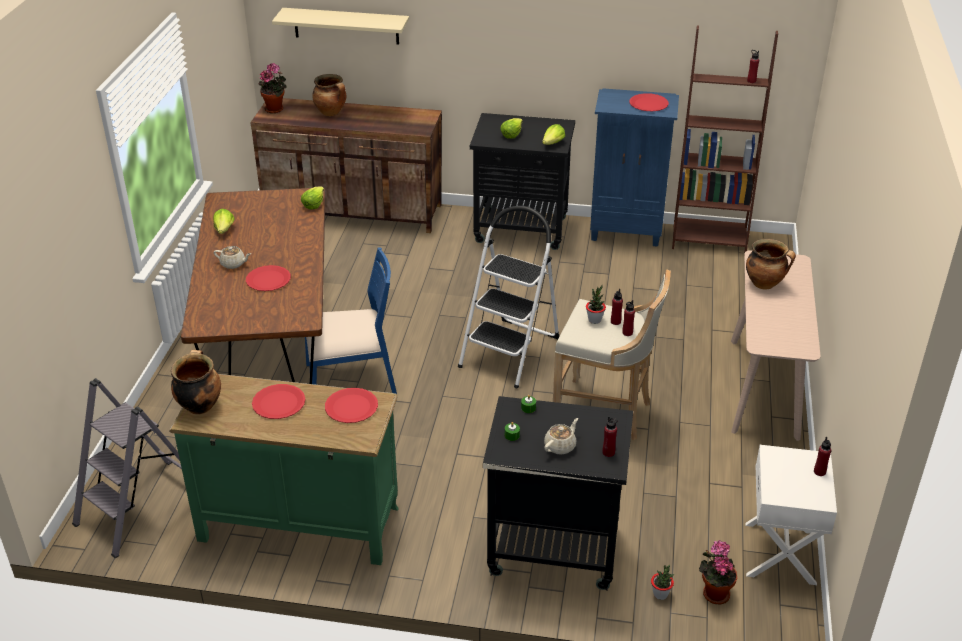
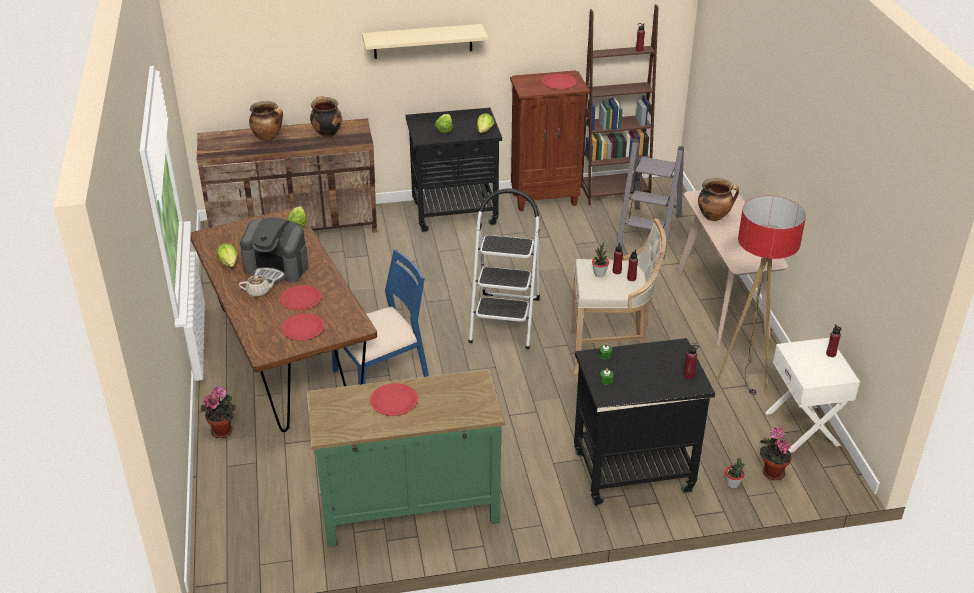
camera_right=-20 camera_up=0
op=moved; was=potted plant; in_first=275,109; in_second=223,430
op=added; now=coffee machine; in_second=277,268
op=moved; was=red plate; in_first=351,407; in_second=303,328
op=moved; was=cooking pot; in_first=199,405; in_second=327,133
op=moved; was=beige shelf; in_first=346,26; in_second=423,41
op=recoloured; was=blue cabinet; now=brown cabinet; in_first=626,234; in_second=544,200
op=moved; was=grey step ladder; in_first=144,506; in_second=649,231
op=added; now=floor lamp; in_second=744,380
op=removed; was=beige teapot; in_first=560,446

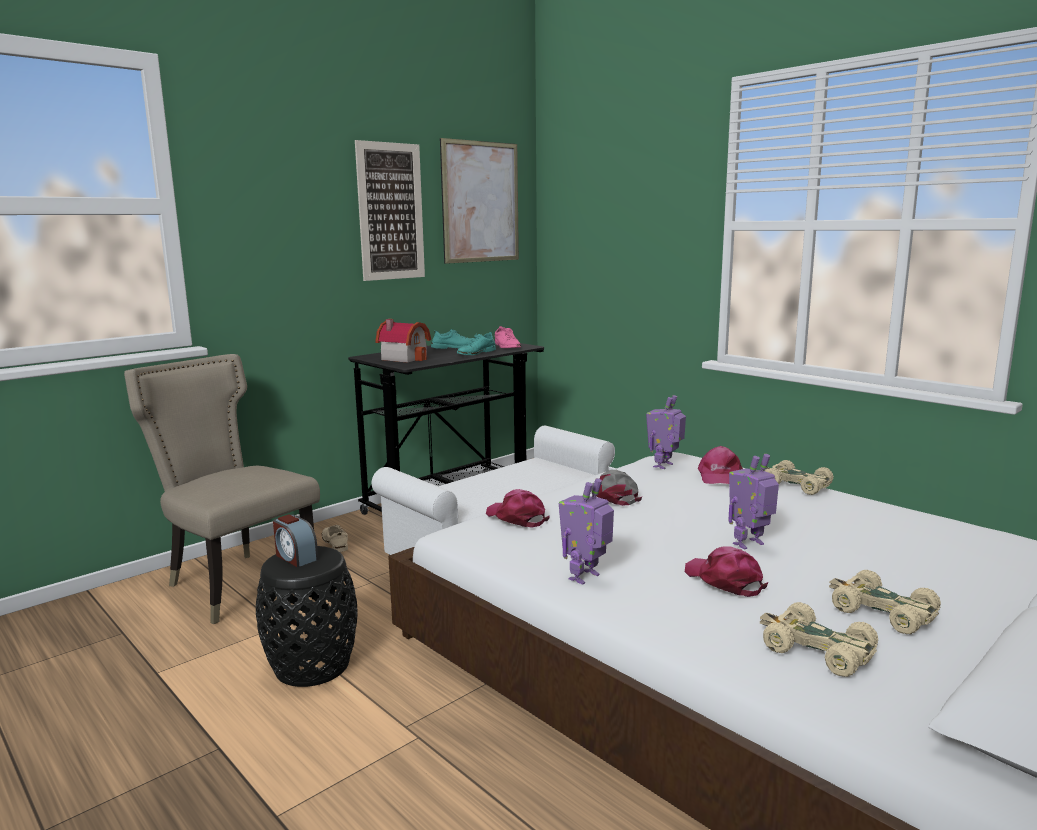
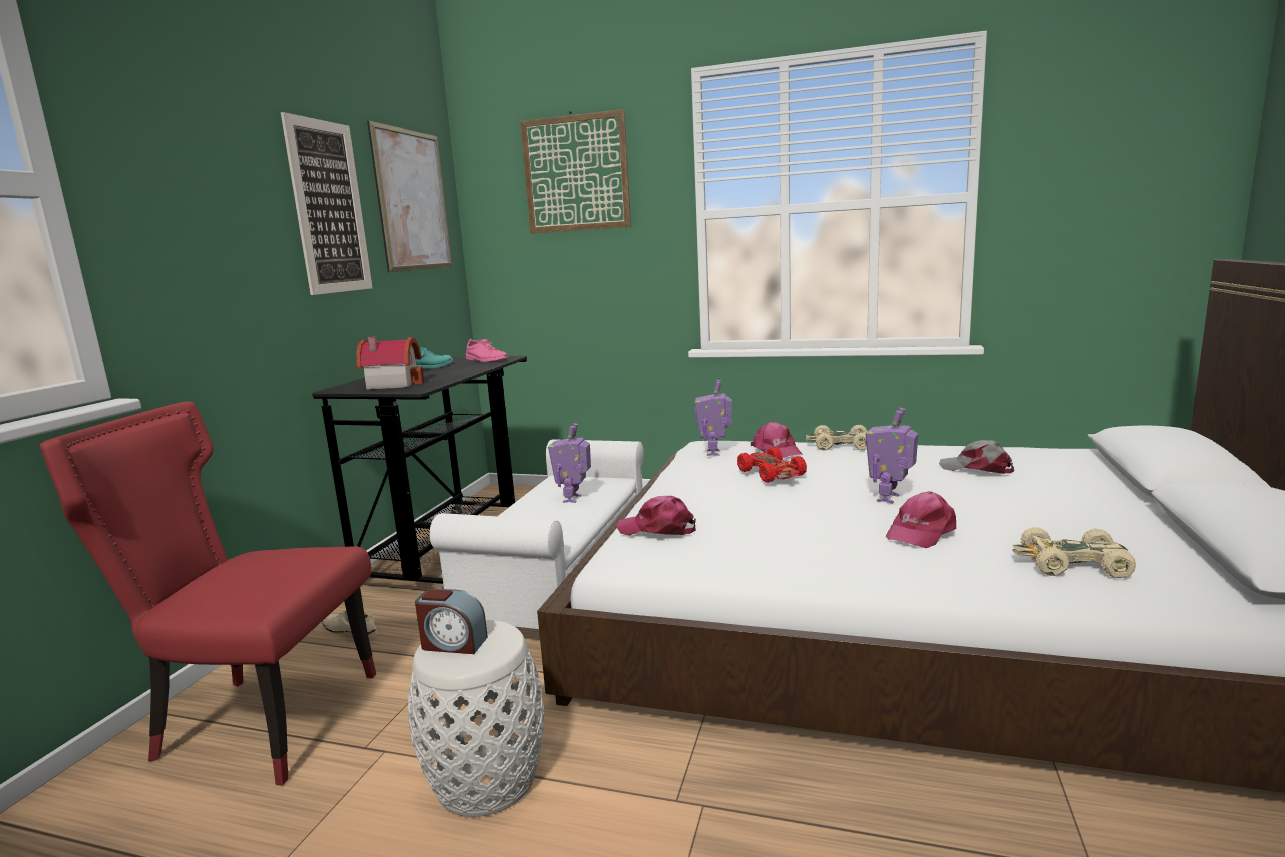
camera_right=-30 camera_up=0
op=recoloured; was=beige chair; now=red chair; in_first=237,582; in_second=259,720
op=recoloured; was=black stool; now=white stool; in_first=312,666; in_second=487,781
op=added; now=picture; in_second=576,171
op=moved; was=toy robot; in_first=585,577; in_second=573,499
op=added; now=red toy car; in_second=772,473
op=turned; was=pink cap; in_first=724,580; in_second=920,532; clockwise=-75
op=moved; was=grey cap; in_first=612,496; in_second=977,468
op=removed; was=turquoise shoe; in_first=476,353
op=removed; was=beige toy car; in_first=881,612

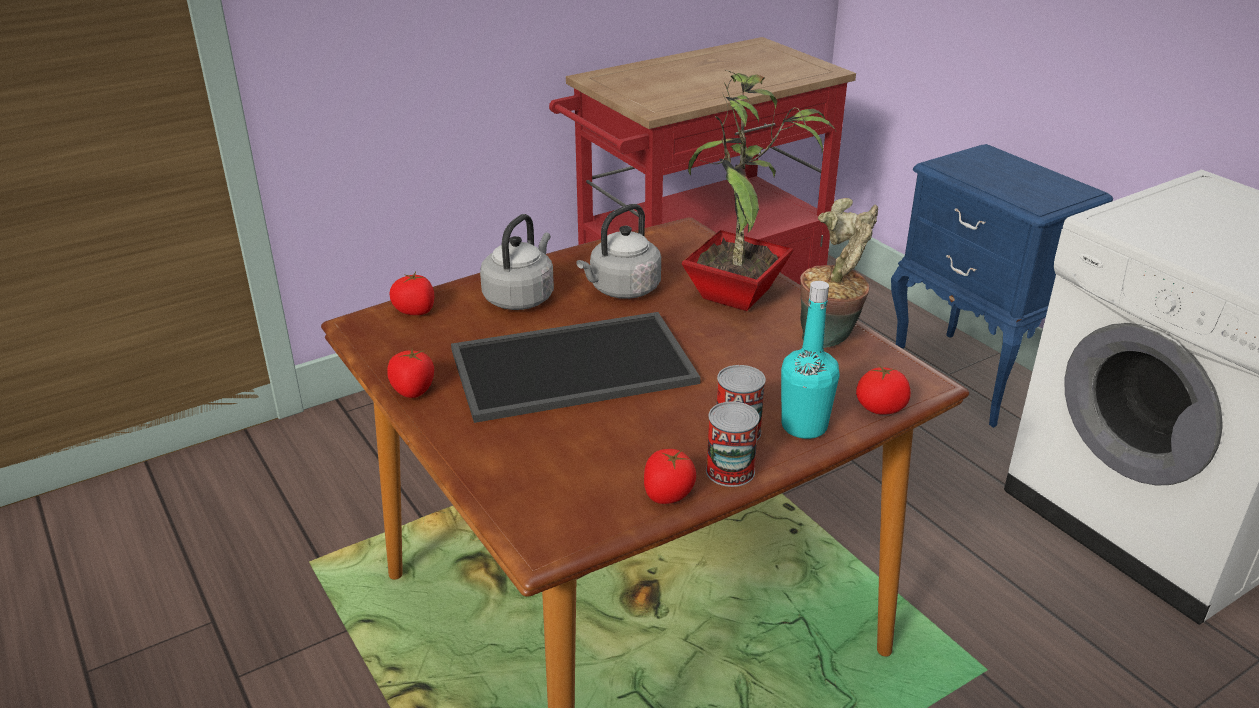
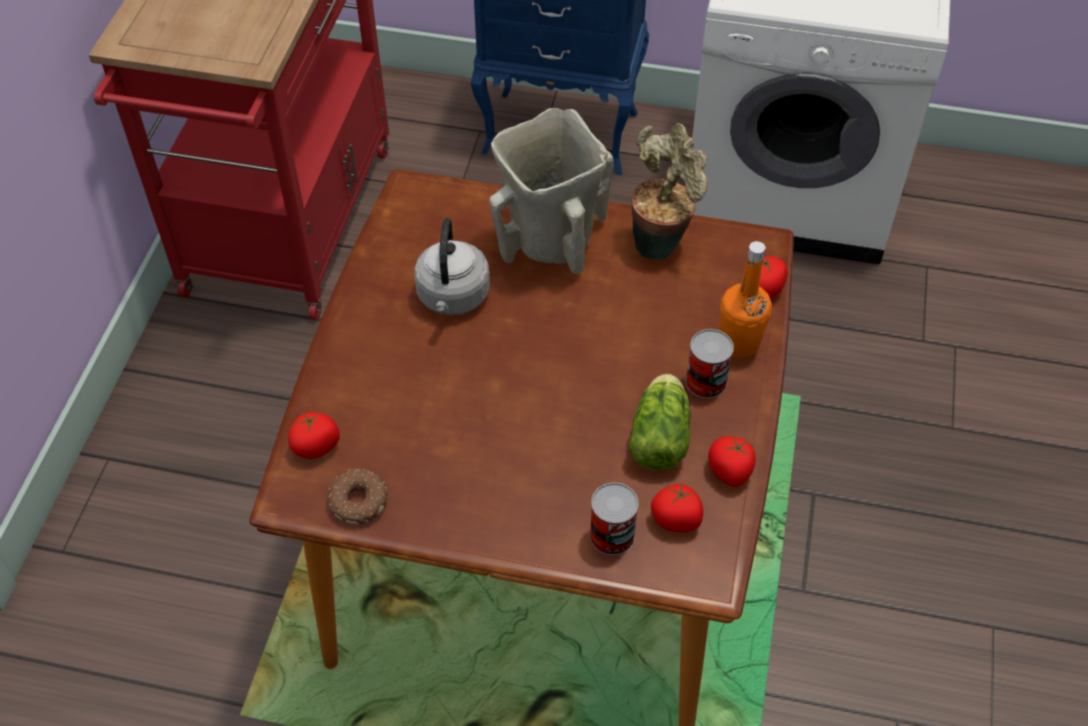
camera_right=-45 camera_up=20
op=added; now=donut; in_second=357,501
op=replaced; was=potted plant; now=beige vase; in_first=740,297; in_second=549,242
op=moved; was=can; in_first=730,471; in_second=612,535
op=added; now=lettuce; in_second=660,434
op=moved; was=tomato; in_first=413,390; in_second=677,519
op=recoloured; was=turquoise bottle; now=orange bottle; in_first=804,426; in_second=739,343
op=removed; was=tray; in_first=571,369
op=removed; was=grey kettle; in_first=521,297

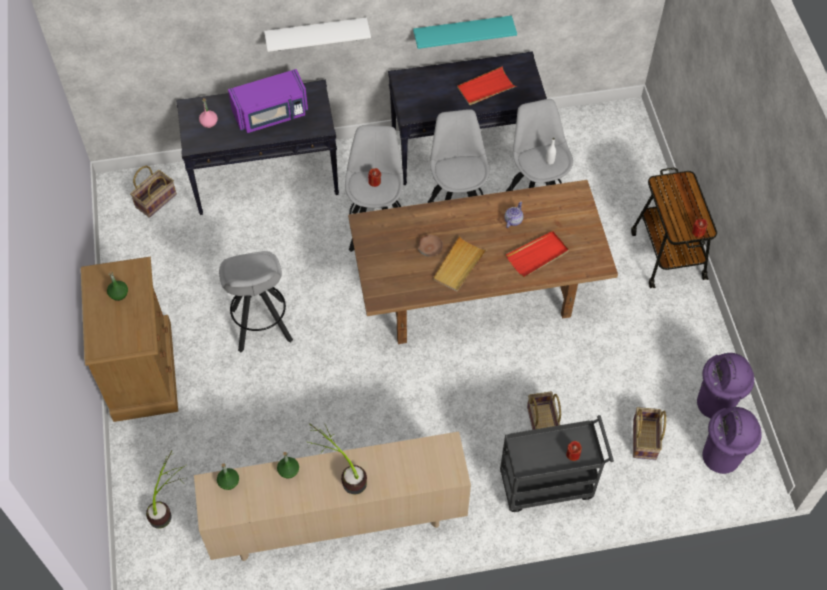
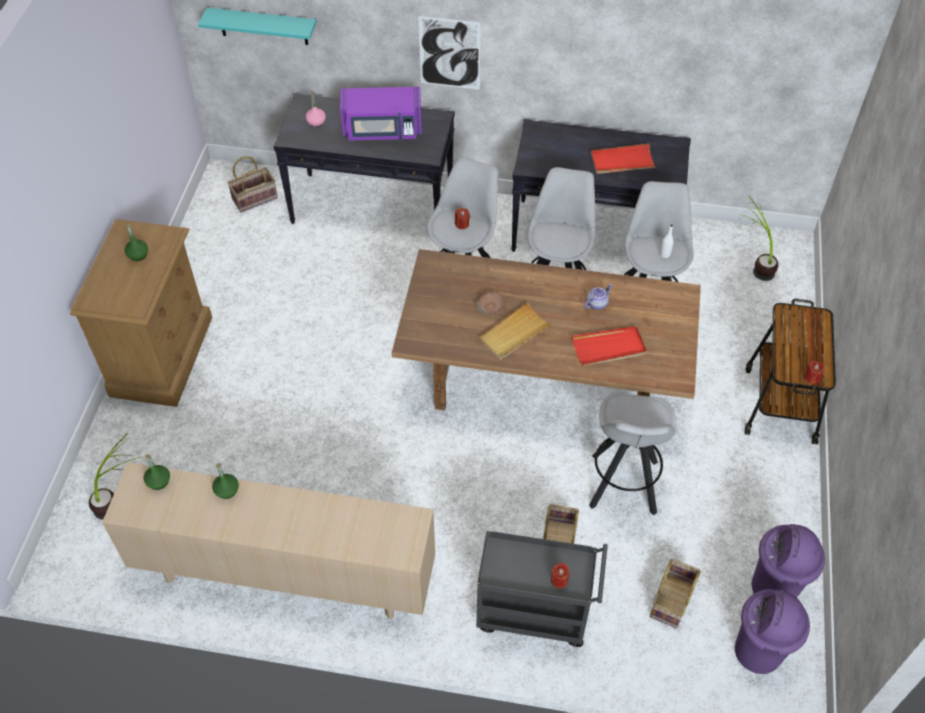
camera_right=20 camera_up=-5
op=moved; was=turquoise shelf; in_first=462,32; in_second=263,26
op=replaced; was=white shelf; now=picture; in_first=316,34; in_second=449,53
op=moved; was=grey stool; in_first=261,327; in_second=623,486
op=moved; was=potted plant; in_first=342,475; in_second=754,264

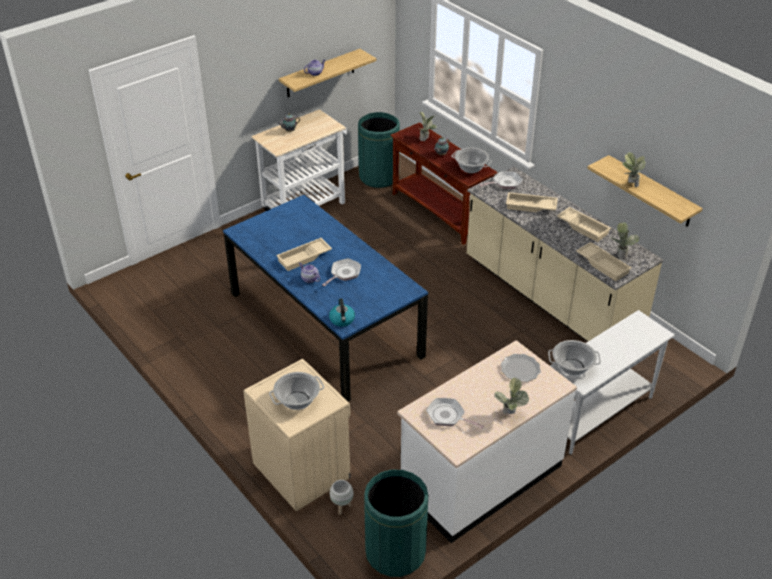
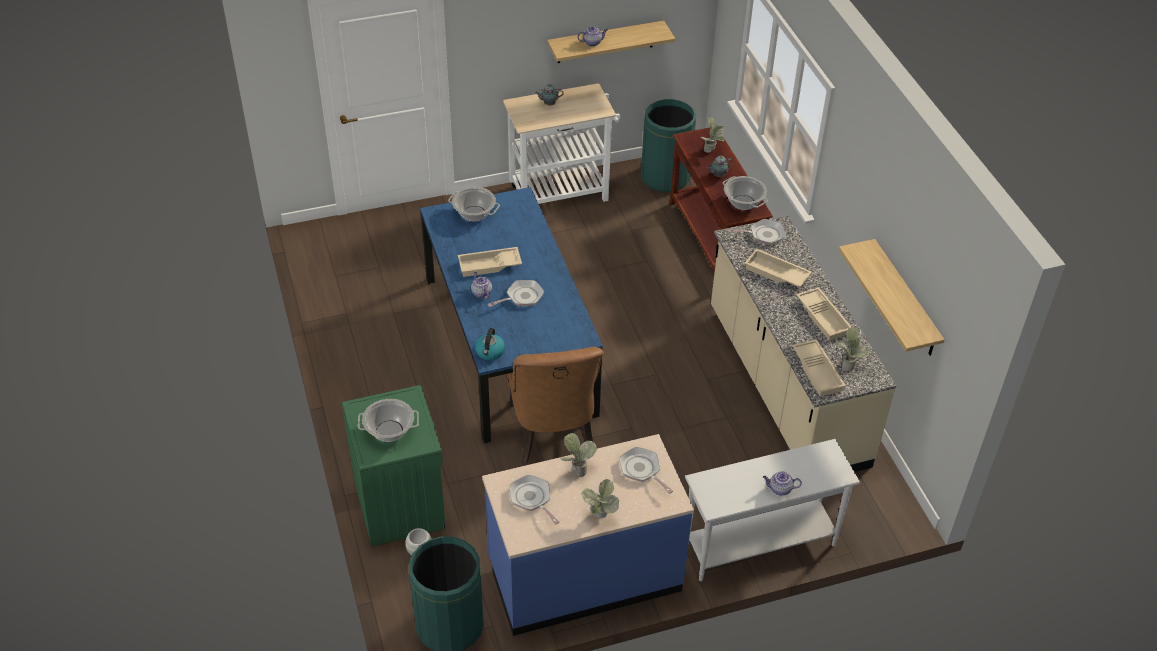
camera_right=20 camera_up=5
op=recoloured; was=beige washing machine; now=green washing machine; in_first=303,469; in_second=401,503
op=moved; was=cooking pot; in_first=572,367; in_second=474,214
op=recoloured; was=white counter; now=blue counter; in_first=480,478; in_second=584,575
op=added; now=brown chair; in_second=553,430
op=moved; was=potted plant; in_first=630,183; in_second=576,469
op=replaced; was=plate; now=frying pan; in_first=520,369; in_second=642,470
op=added; now=teapot; in_second=779,489

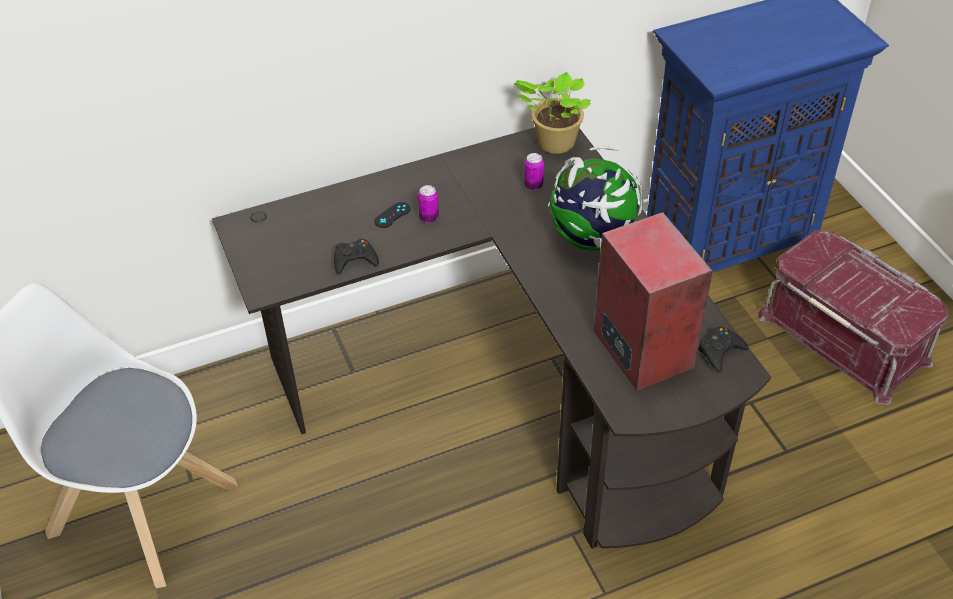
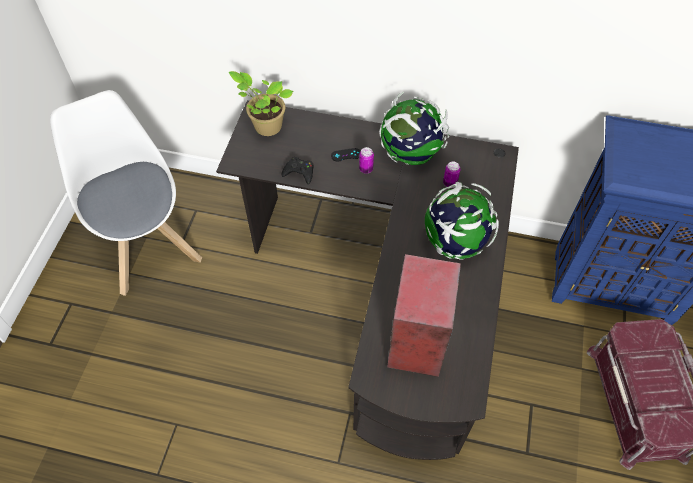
camera_right=35 camera_up=10
op=moved; was=potted plant; in_first=553,143; in_second=266,126
op=added; now=globe; in_second=410,154
op=removed; was=black game controller; in_first=720,351

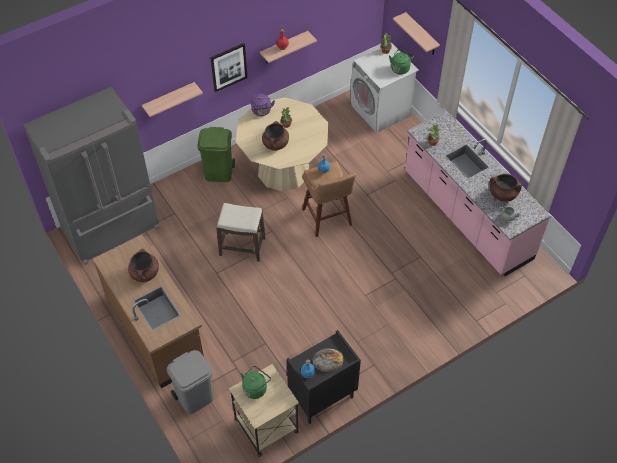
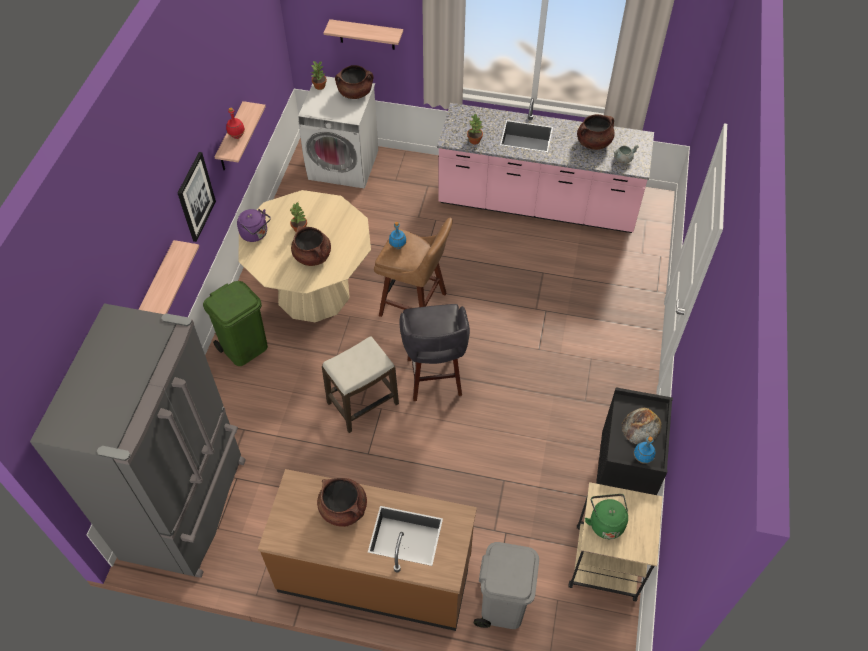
camera_right=-45 camera_up=0
op=replaced; was=green kettle; now=brown cooking pot; in_first=400,68; in_second=355,93
op=added; now=grey stool; in_second=434,380

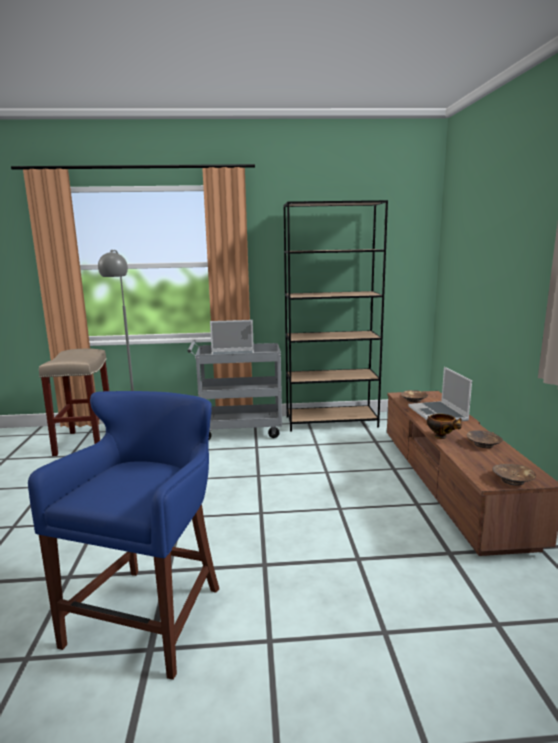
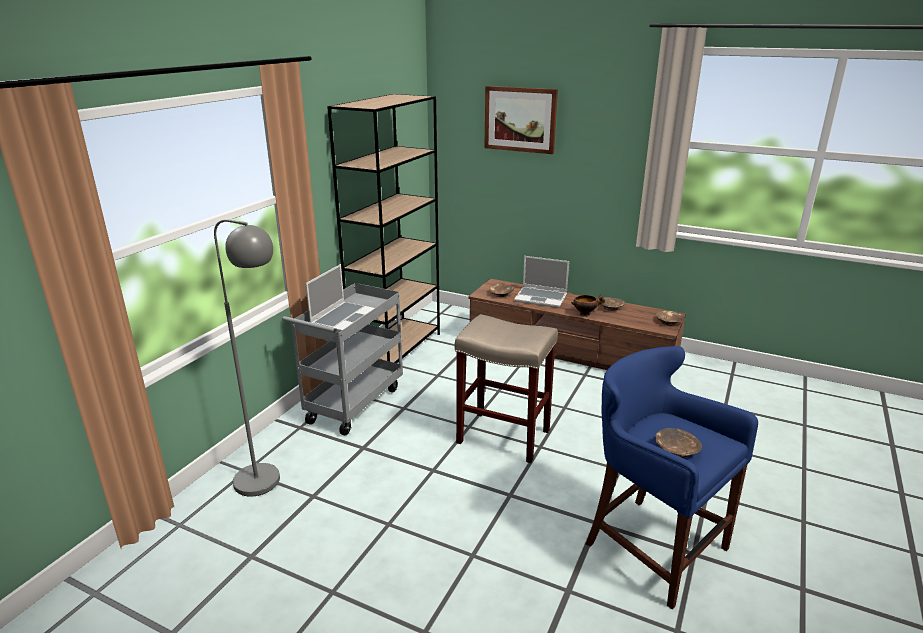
camera_right=-60 camera_up=10
op=moved; was=beige stool; in_first=85,442; in_second=502,436
op=added; now=picture; in_second=520,119
op=added; now=brown bowl; in_second=676,450

